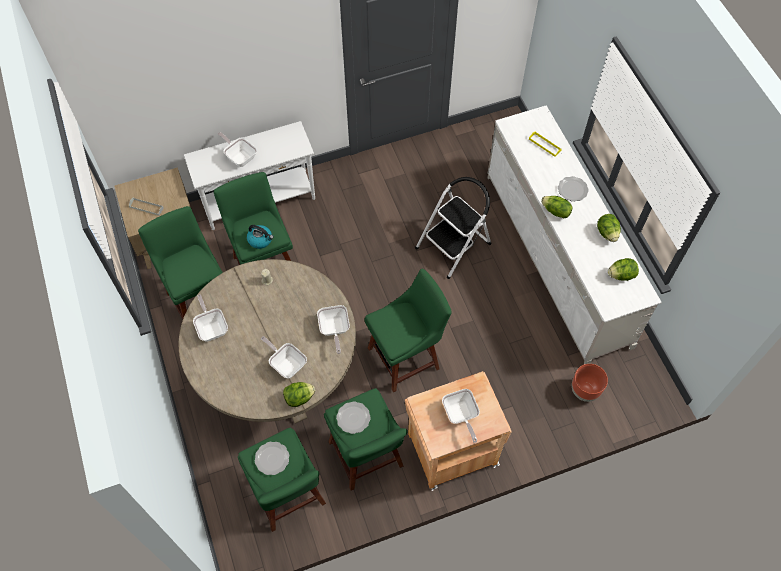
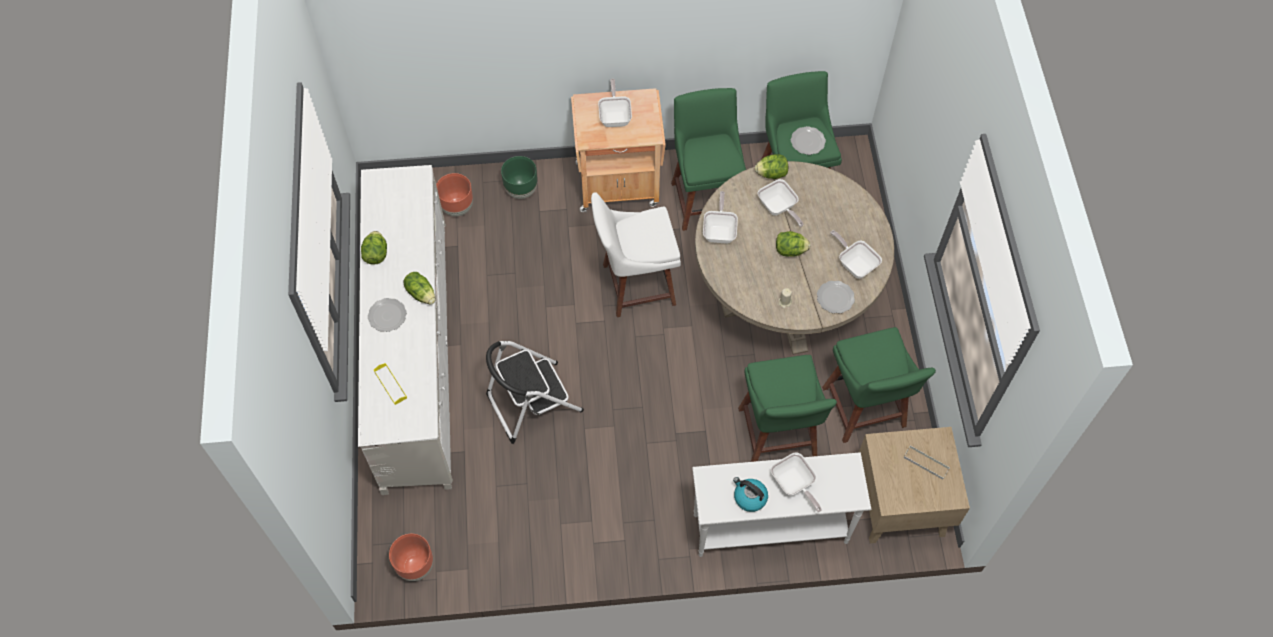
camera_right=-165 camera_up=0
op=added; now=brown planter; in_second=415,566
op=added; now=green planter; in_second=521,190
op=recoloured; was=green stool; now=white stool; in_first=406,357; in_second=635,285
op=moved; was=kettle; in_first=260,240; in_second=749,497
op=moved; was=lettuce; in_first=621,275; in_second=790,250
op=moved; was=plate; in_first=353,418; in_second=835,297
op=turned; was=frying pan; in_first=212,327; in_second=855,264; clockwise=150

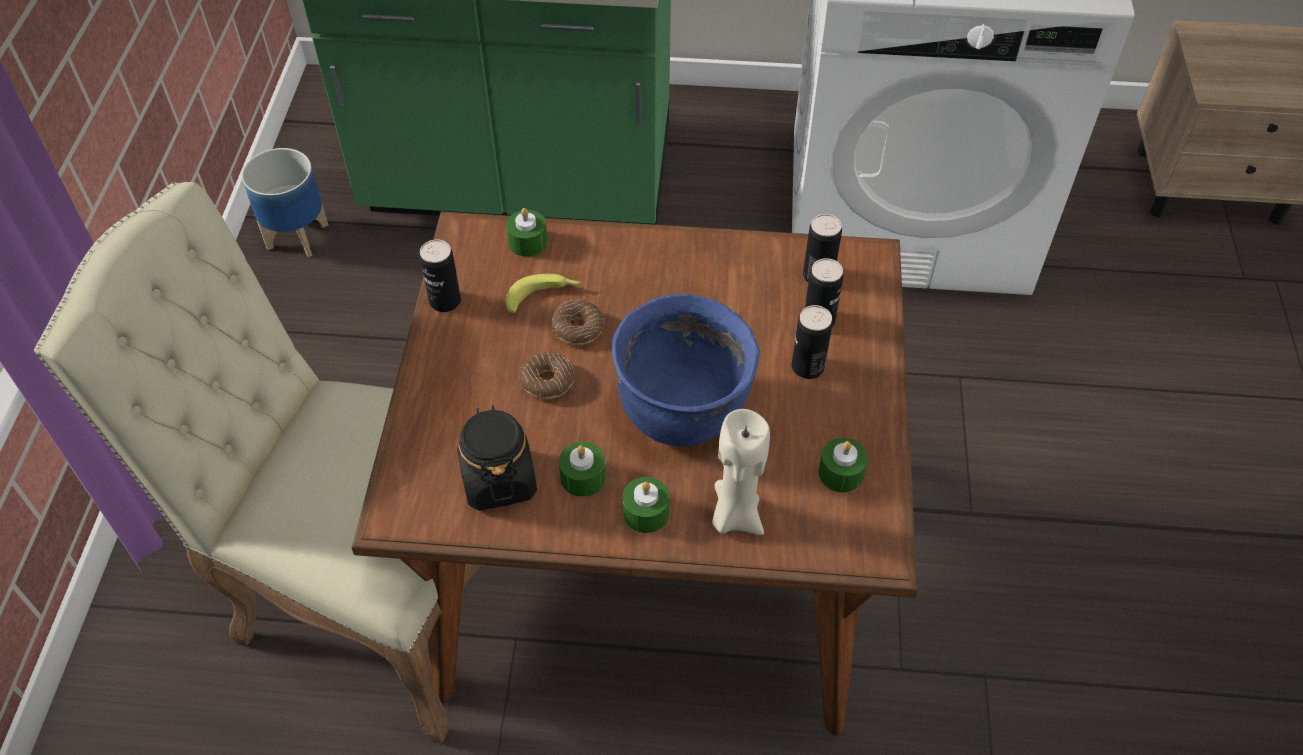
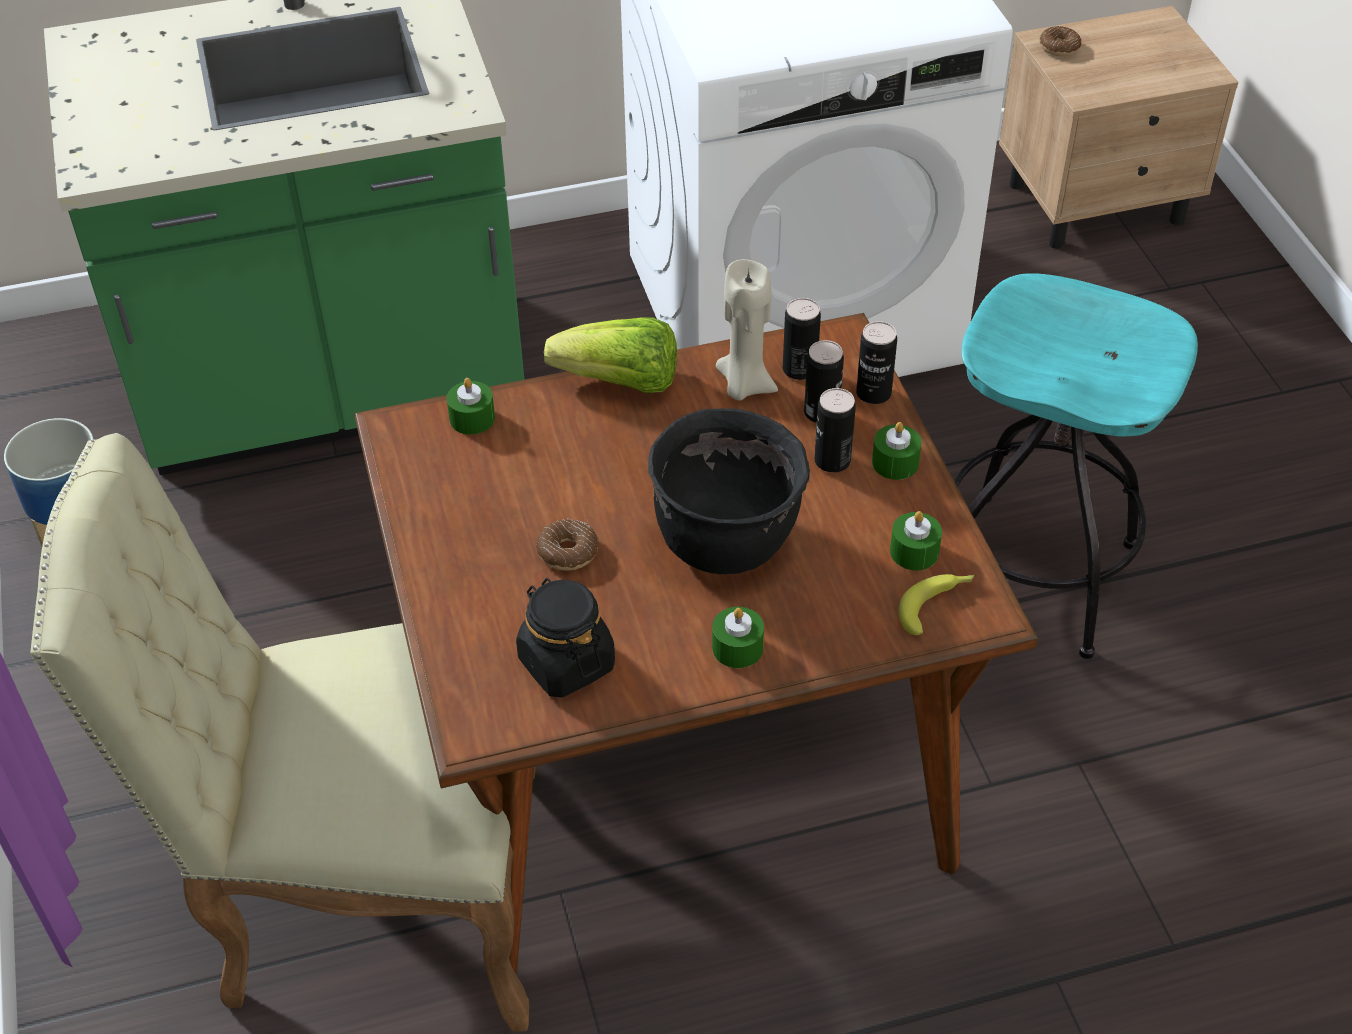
camera_right=-20 camera_up=-5
op=added; now=lettuce; in_second=620,382
op=recoloured; was=blue cooking pot; now=black cooking pot; in_first=683,412; in_second=726,541
op=moved; was=beige candle; in_first=735,515; in_second=744,385
op=moved; was=can; in_first=445,301; in_second=873,393
op=moved; was=green candle; in_first=583,477; in_second=895,462
op=moved; was=banana; in_first=543,296; in_second=936,605
op=added; now=turquoise stool; in_second=1034,573
op=moved; was=donut; in_first=577,328; in_second=1059,47

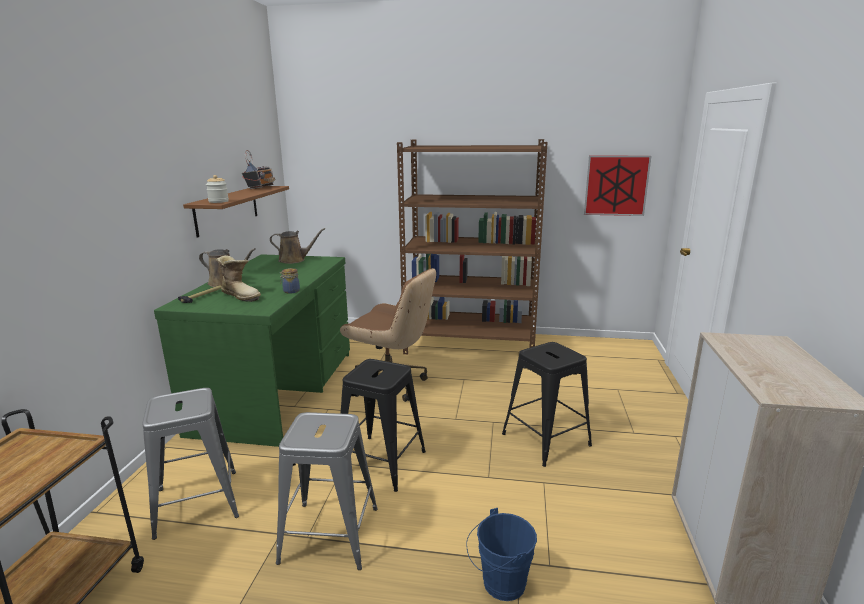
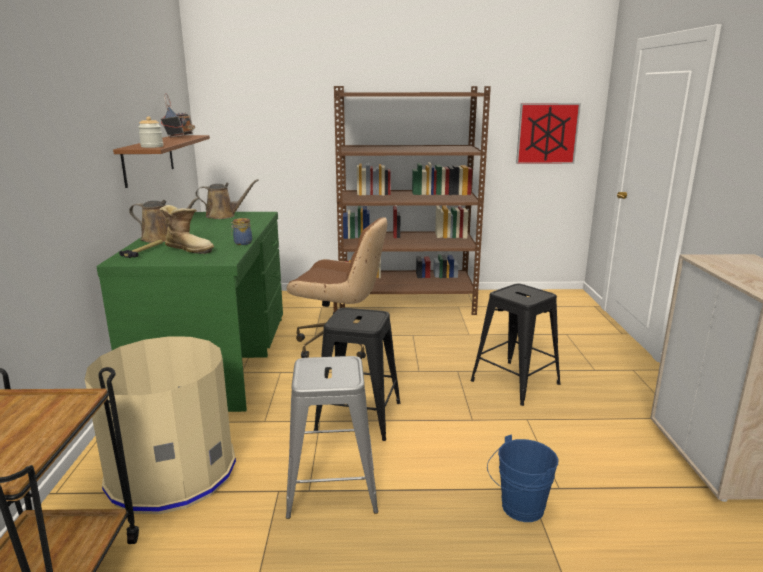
camera_right=-10 camera_up=0
op=replaced; was=grey stool; now=beige trash can; in_first=197,503; in_second=172,472

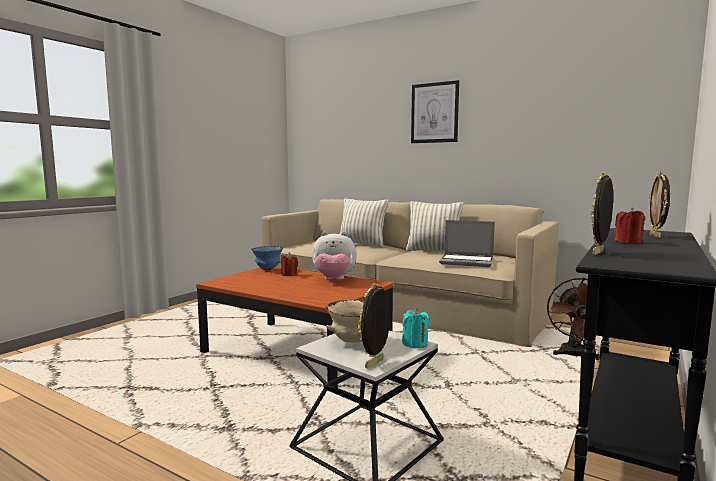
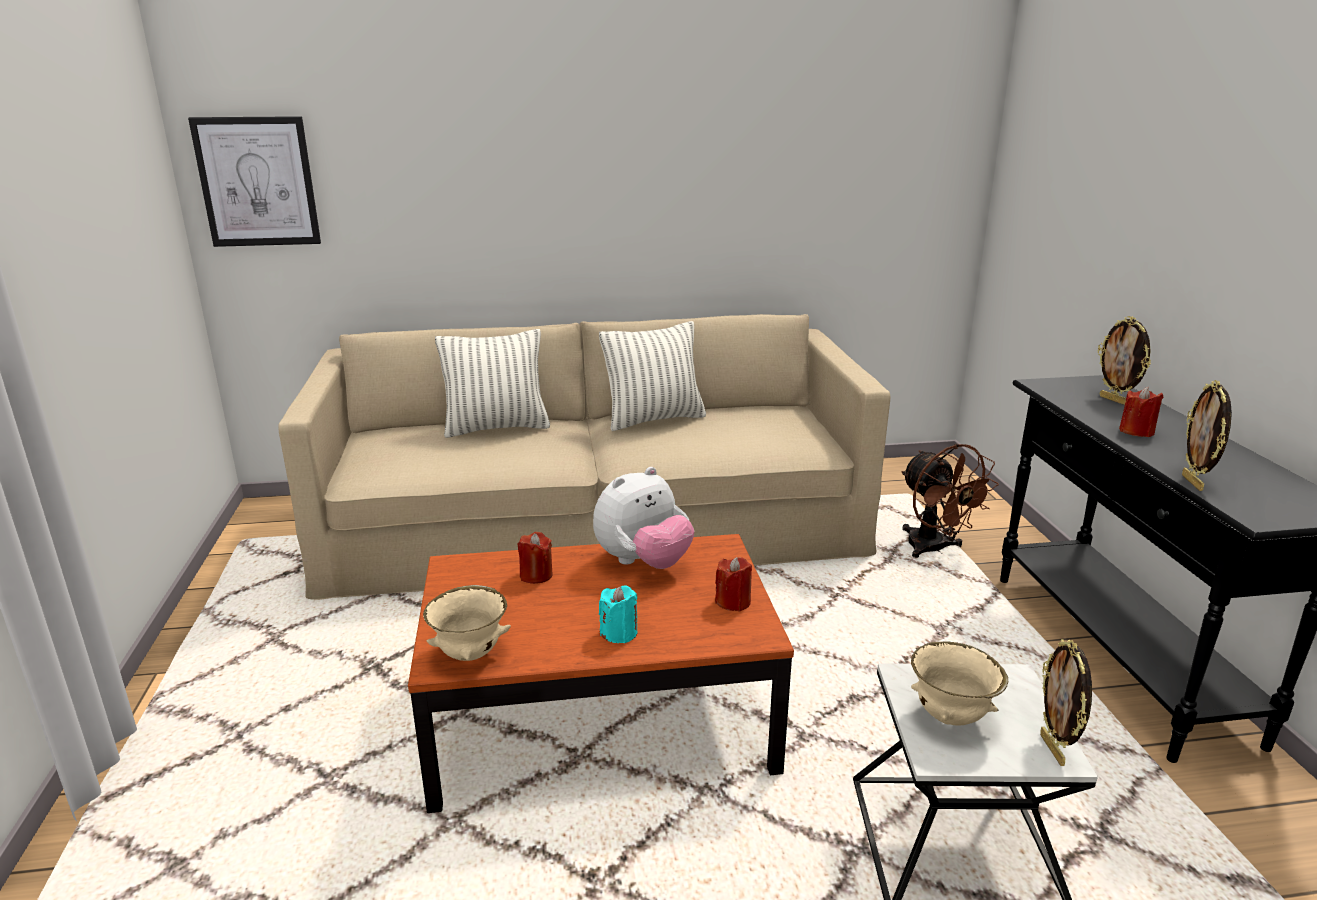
camera_right=-40 camera_up=15
op=moved; was=picture; in_first=434,113; in_second=257,182
op=added; now=beige bowl; in_second=471,654
op=moved; was=turquoise candle; in_first=415,344; in_second=619,633
op=added; now=red candle; in_second=733,602
op=removed; was=blue bowl; in_first=268,269
op=removed; was=laptop; in_first=467,262

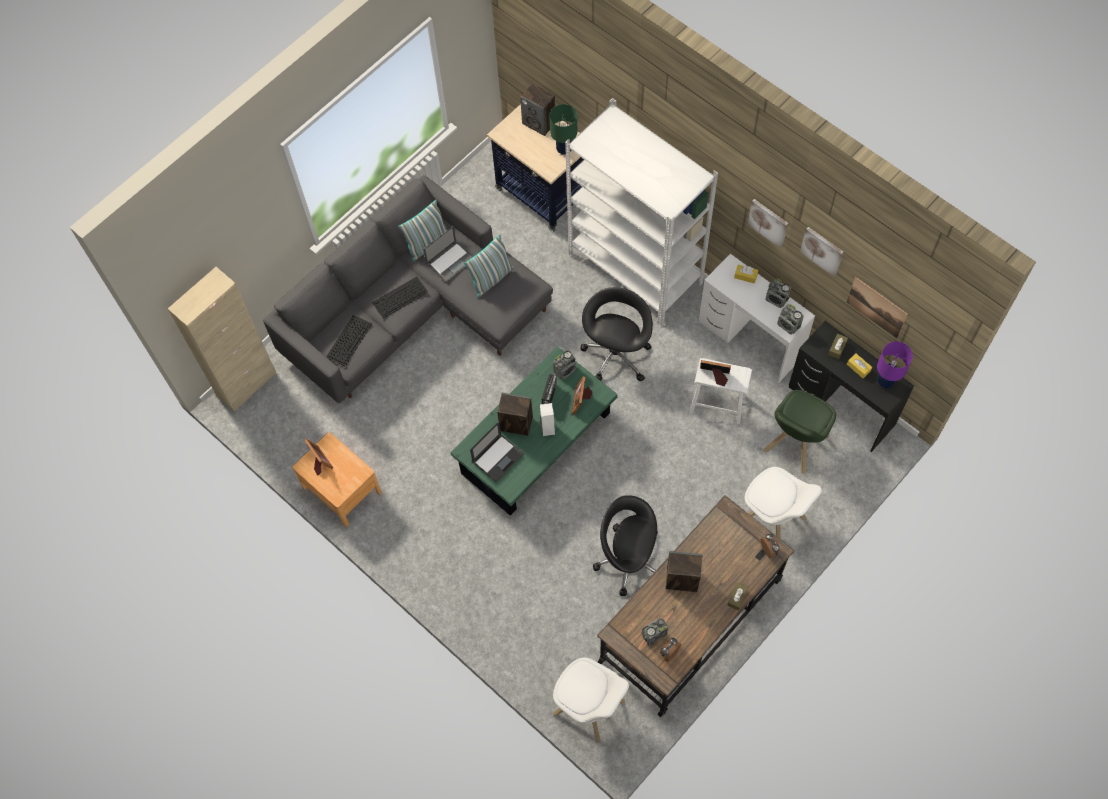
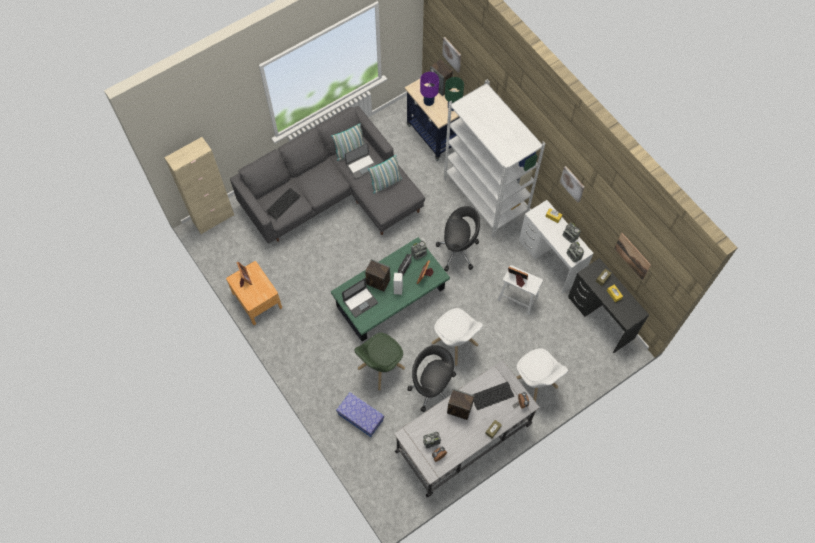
camera_right=10 camera_up=0
op=added; now=storage box; in_second=360,417
op=moved; was=green chair; in_first=795,443; in_second=380,368
op=recoloured; was=brown desk; now=grey desk; in_first=691,619; in_second=464,437
op=moved; was=purple table lamp; in_first=885,382; in_second=429,102
op=moved; was=white chair; in_first=590,707; in_second=455,344
op=turned; was=black office chair; in_first=616,355; in_second=458,251; clockwise=60
op=moved; was=picture; in_first=822,250; in_second=452,54
op=moved; was=keyboard; in_first=399,298; in_second=492,396

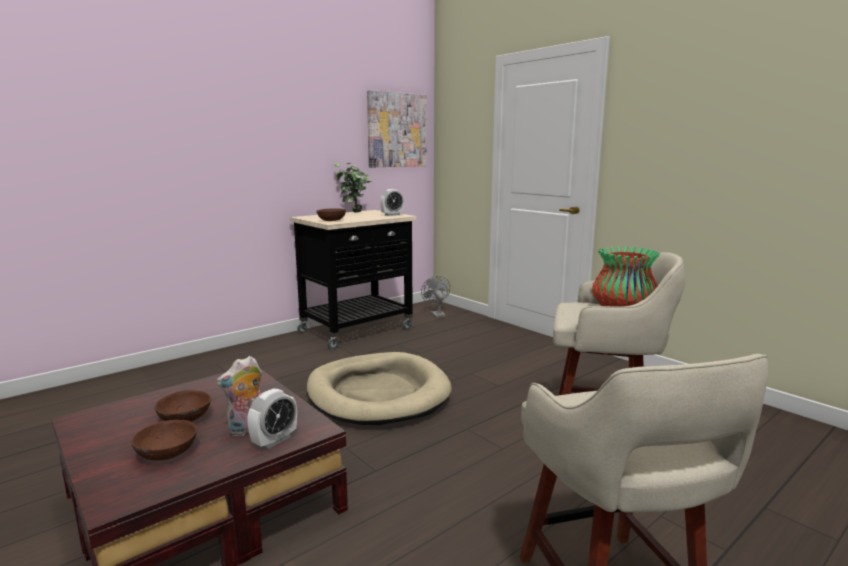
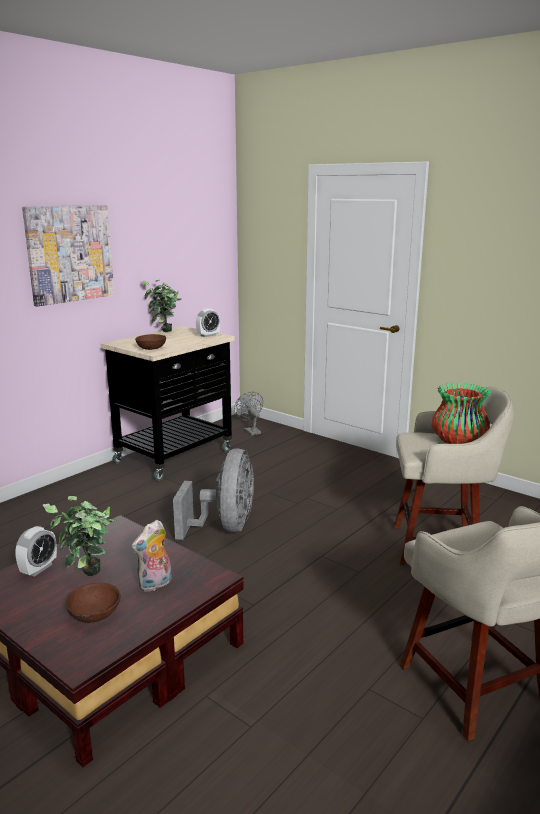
camera_right=-10 camera_up=5
op=moved; was=alarm clock; in_first=274,440; in_second=39,569
op=moved; was=picture; in_first=397,130; in_second=70,253
op=replaced; was=brown bowl; now=potted plant; in_first=184,418; in_second=88,579
op=replaced; was=beige dog bed; now=grey fan; in_first=377,393; in_second=225,527

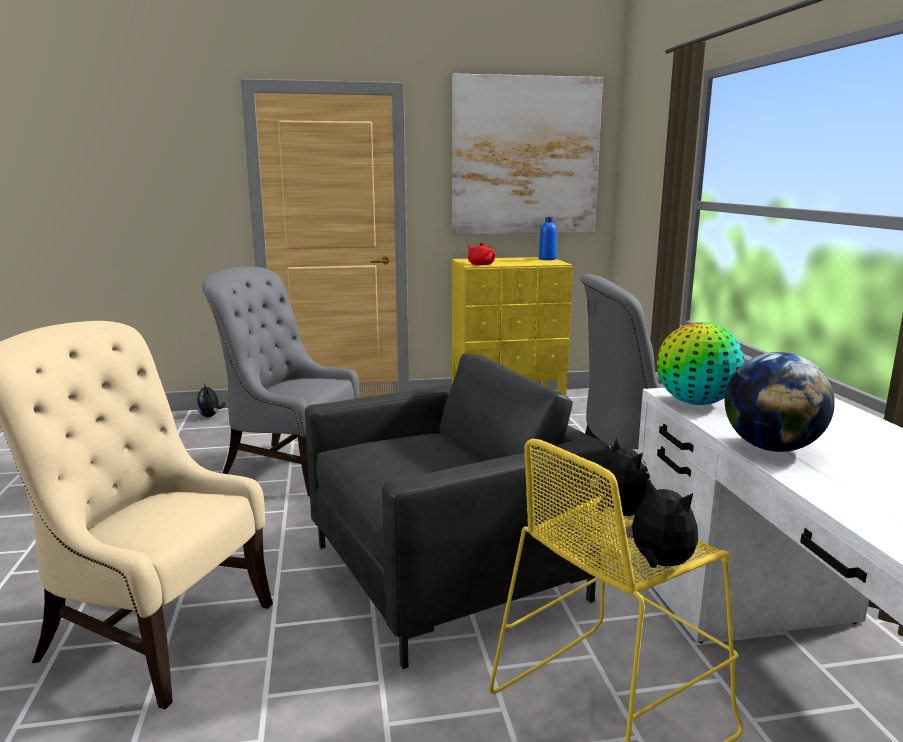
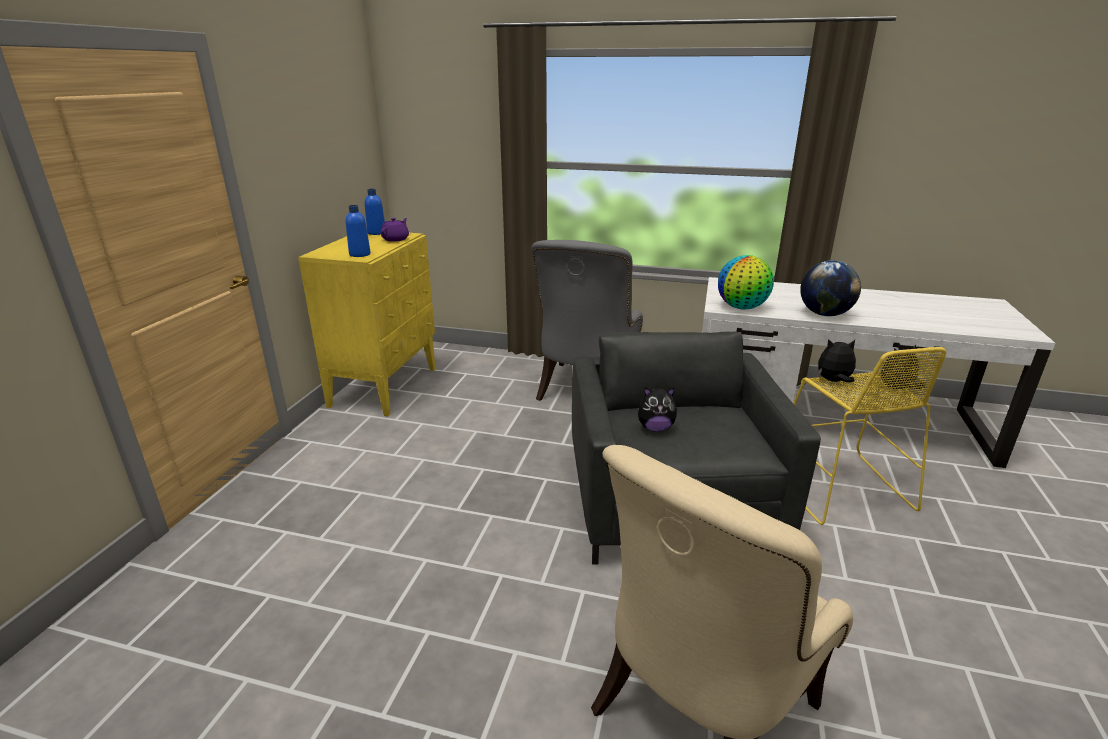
camera_right=-65 camera_up=10
op=replaced; was=red teapot; now=blue bottle; in_first=480,264; in_second=360,254
op=added; now=purple teapot; in_second=396,239
op=moved; was=plush toy; in_first=210,416; in_second=655,428
op=removed; was=grey chair; in_first=290,467
op=removed; was=picture; in_first=525,156

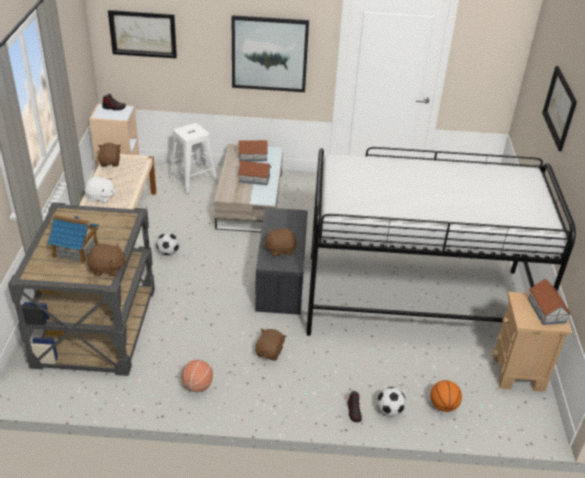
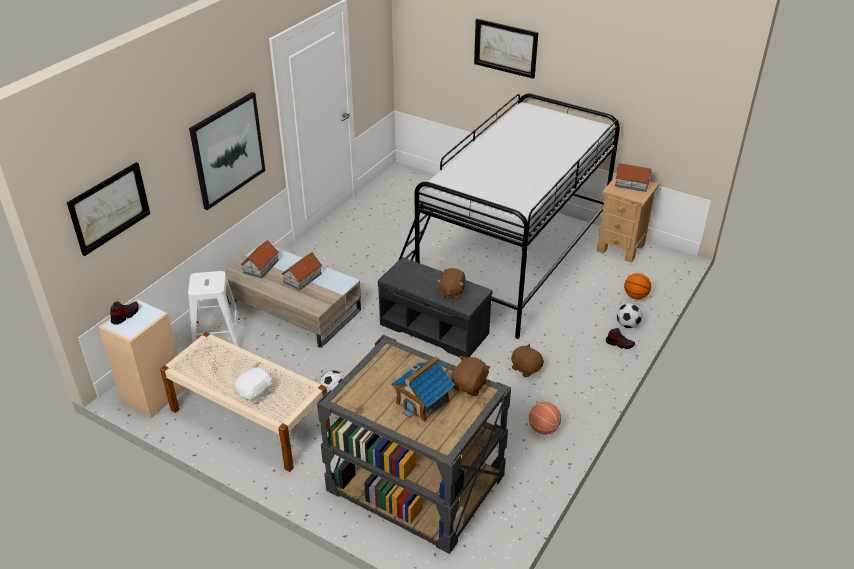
camera_right=-60 camera_up=0
op=removed; was=brown plush toy; in_first=110,162

